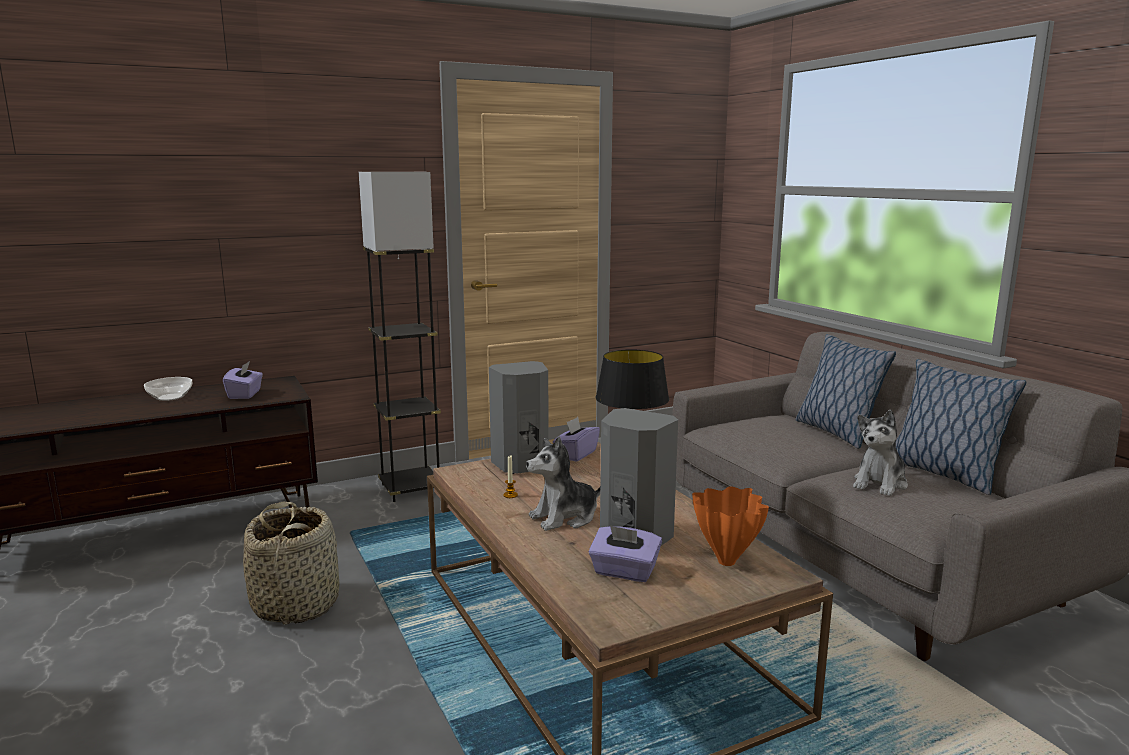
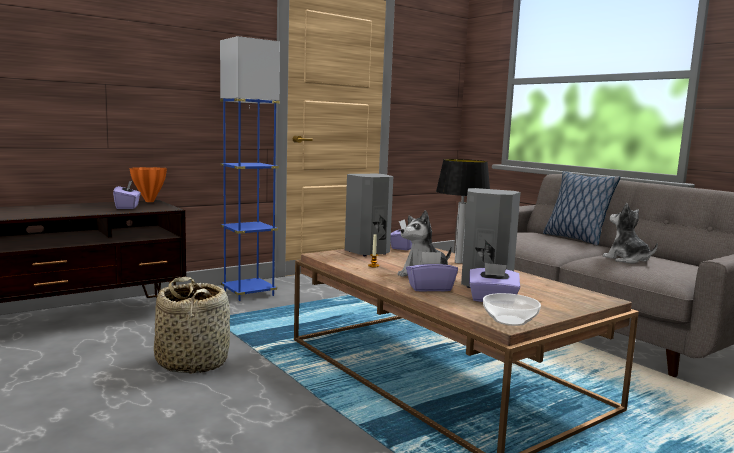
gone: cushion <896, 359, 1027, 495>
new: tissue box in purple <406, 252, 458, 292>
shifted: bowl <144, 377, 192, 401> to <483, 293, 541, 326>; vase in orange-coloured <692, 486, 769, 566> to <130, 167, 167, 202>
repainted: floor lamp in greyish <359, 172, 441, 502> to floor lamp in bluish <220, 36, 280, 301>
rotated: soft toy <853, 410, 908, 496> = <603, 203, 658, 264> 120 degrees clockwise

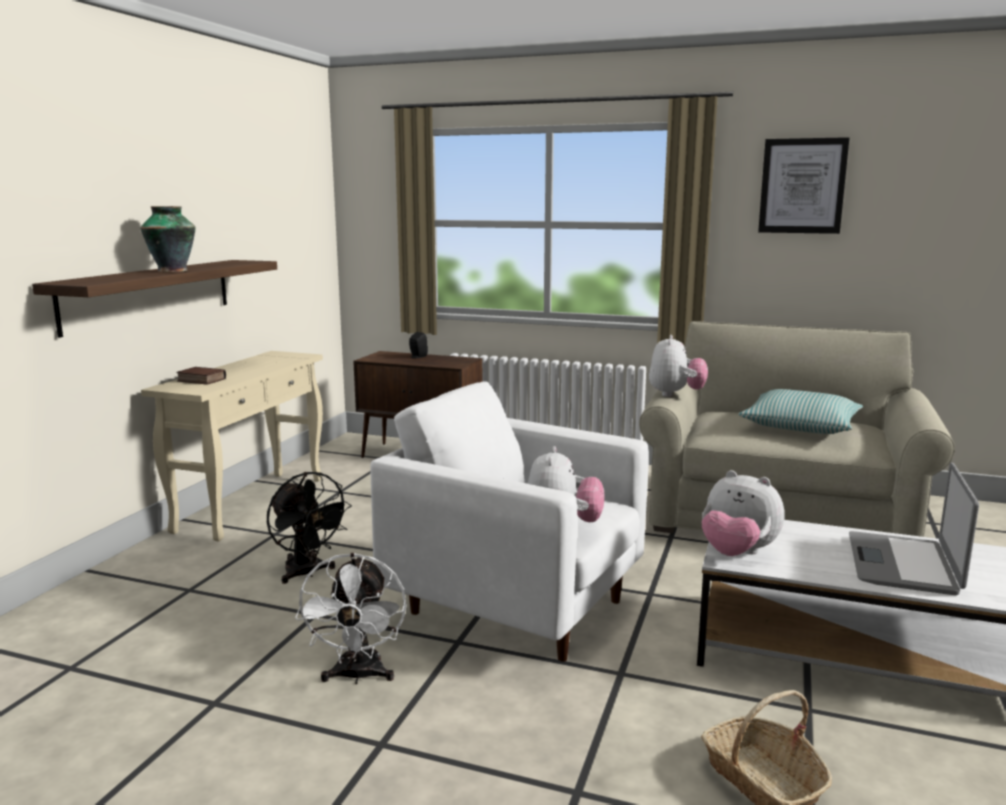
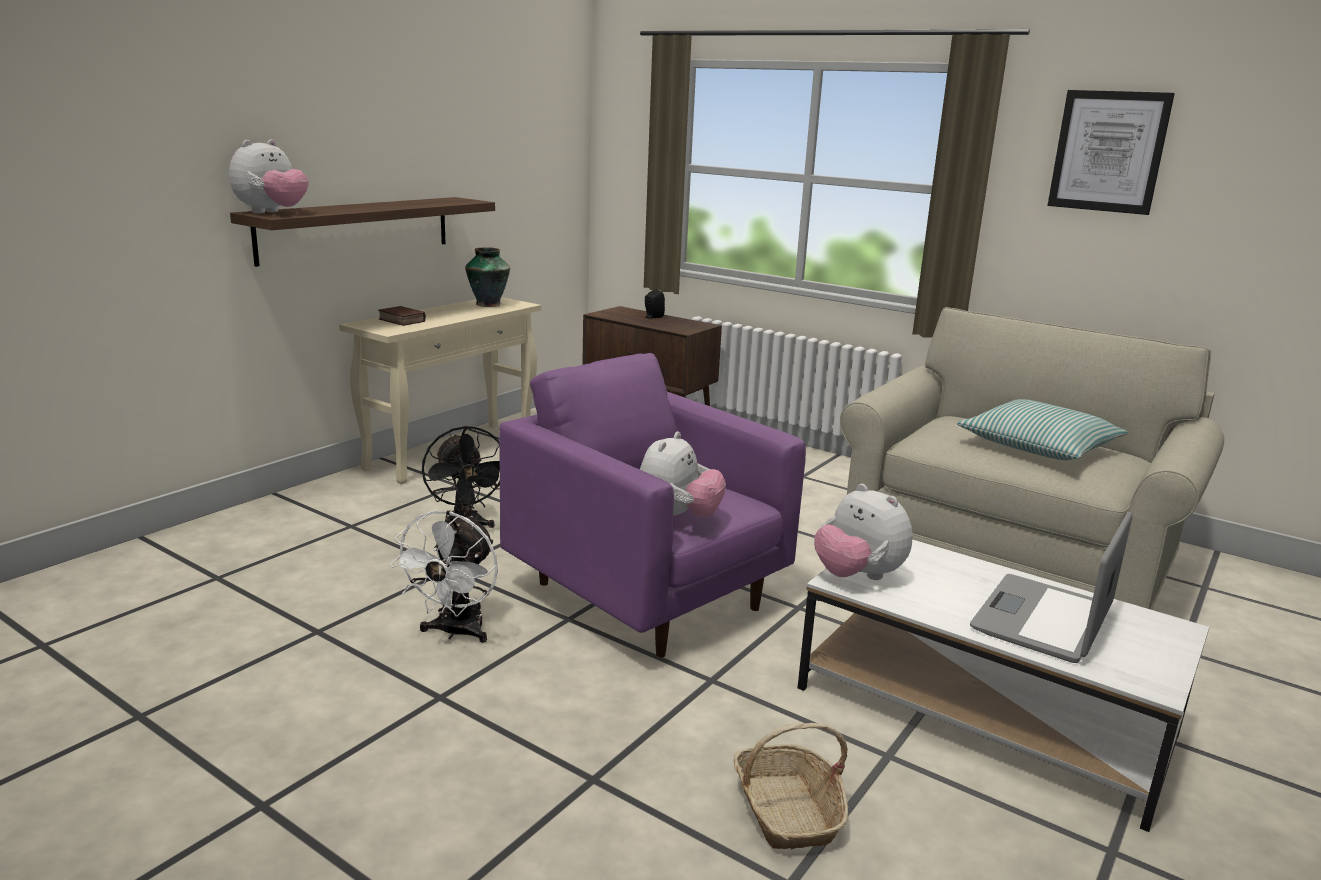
shifted: vase <141, 206, 196, 272> to <465, 247, 510, 307>; soft toy <649, 335, 708, 397> to <229, 140, 309, 213>
repainted: lounge chair in whitish <370, 381, 649, 662> to lounge chair in purple <499, 353, 806, 657>

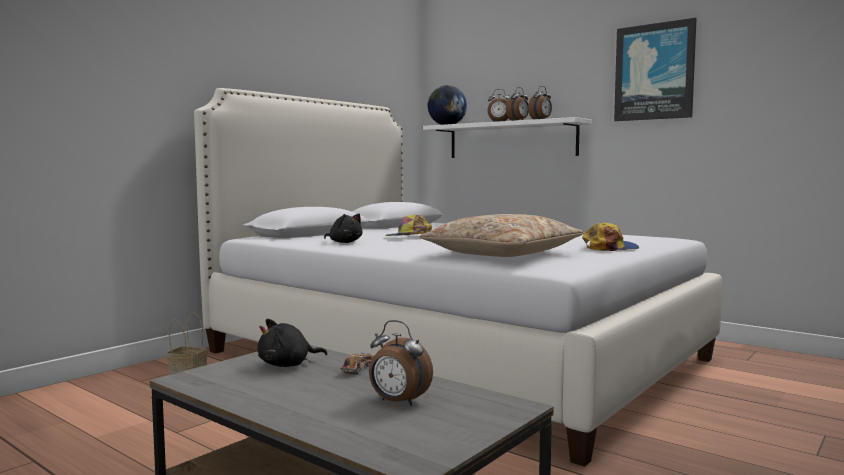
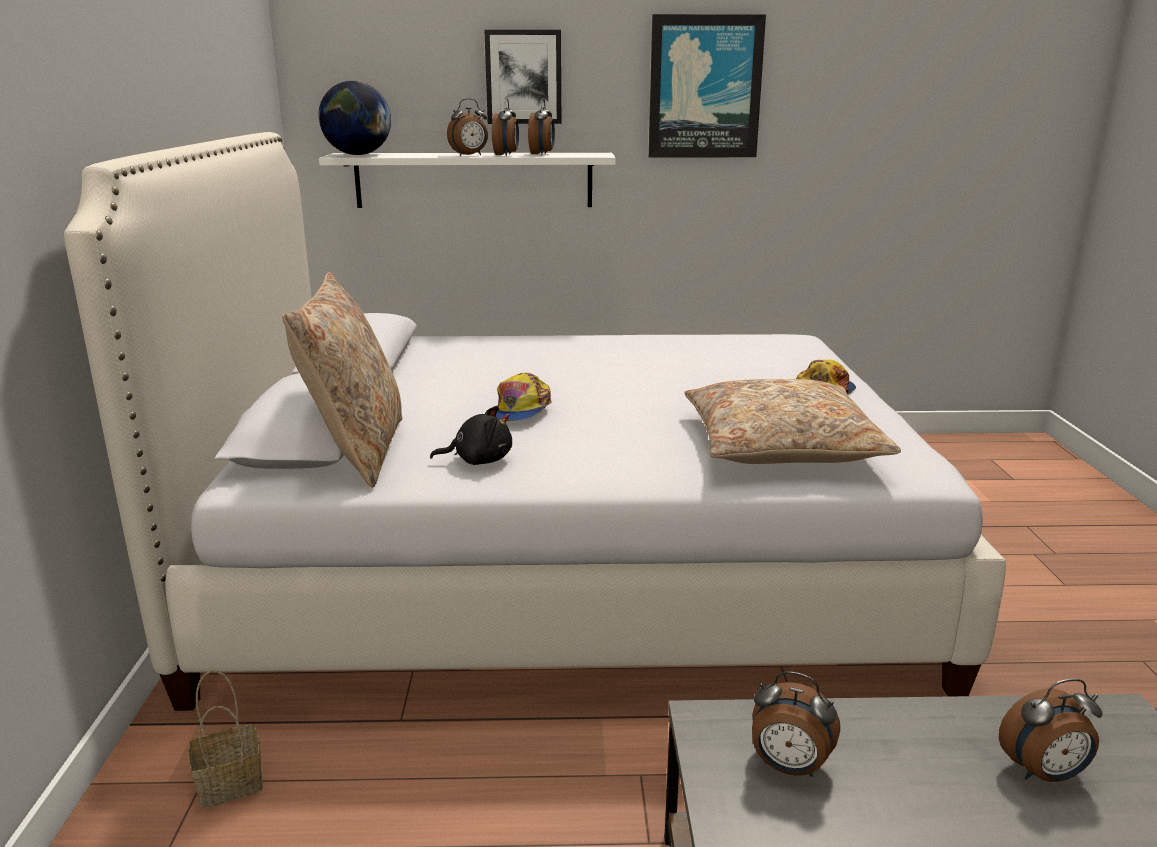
gone: toy car <340, 353, 374, 375>
new: wall art <485, 30, 561, 124>; cushion in beige <282, 272, 402, 488>
swapped: soft toy in blackish <257, 319, 327, 367> to table clock <752, 671, 840, 777>

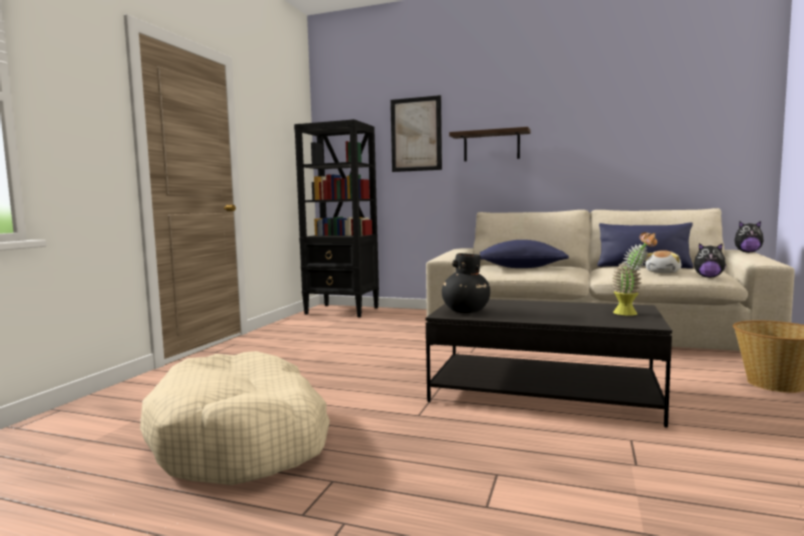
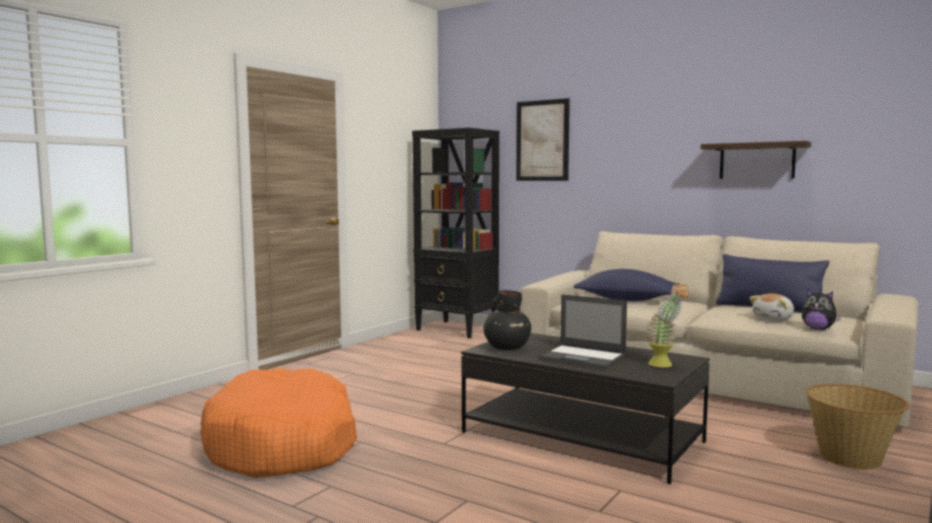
gone: soft toy <734, 221, 764, 253>
new: notebook computer <538, 295, 627, 369>
shifted: bracket shelf <449, 127, 531, 161> to <701, 141, 811, 179>
repainted: pet bed in beige <140, 351, 330, 485> to pet bed in orange-coloured <200, 368, 357, 478>

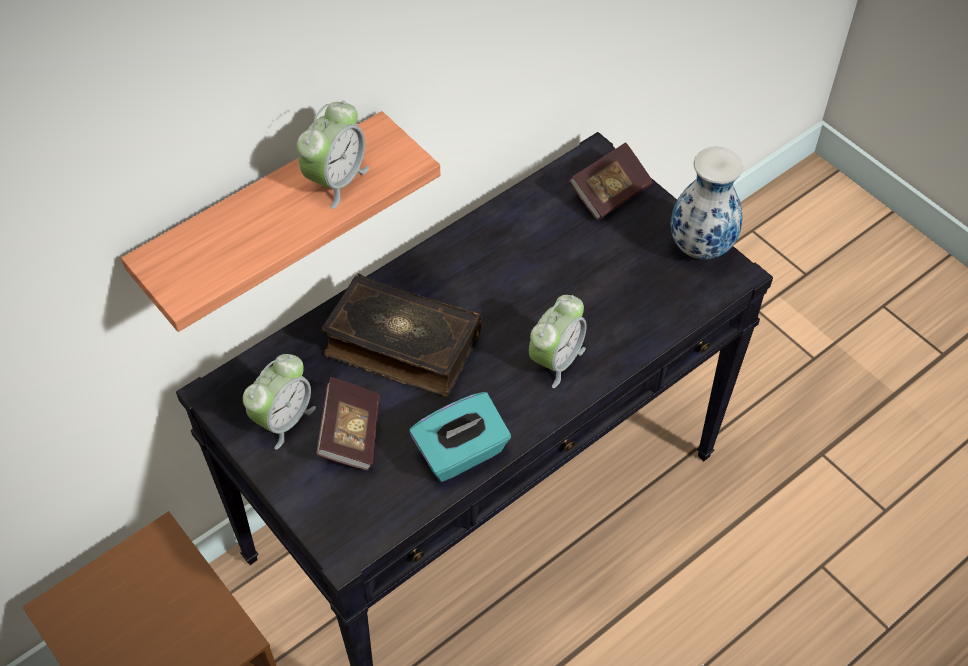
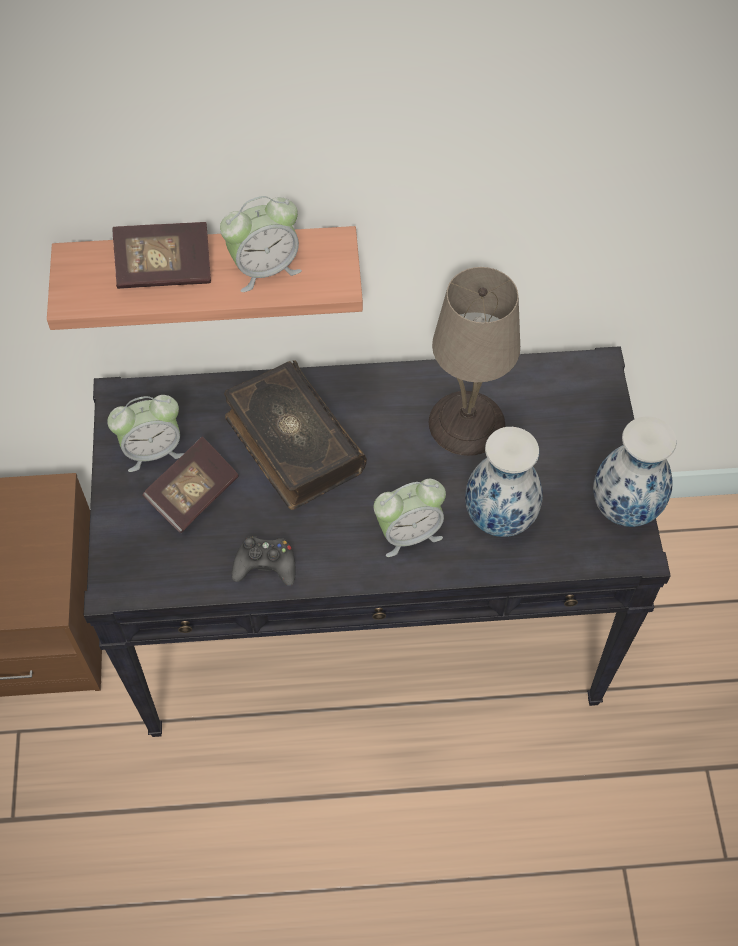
new: tabletop lamp in beige <429, 267, 520, 456>; vase <465, 427, 543, 537>
shifted: volume <569, 142, 653, 220> to <112, 222, 211, 289>
swapped: tissue box in turquoise-coloured <409, 392, 511, 482> to game controller in blackish <232, 536, 296, 586>

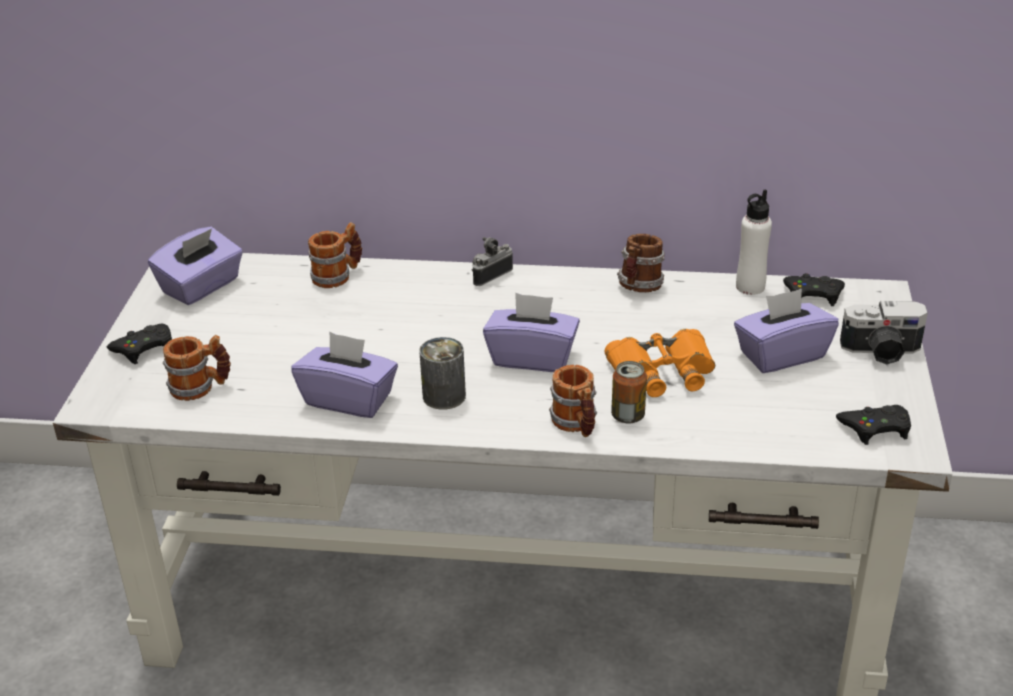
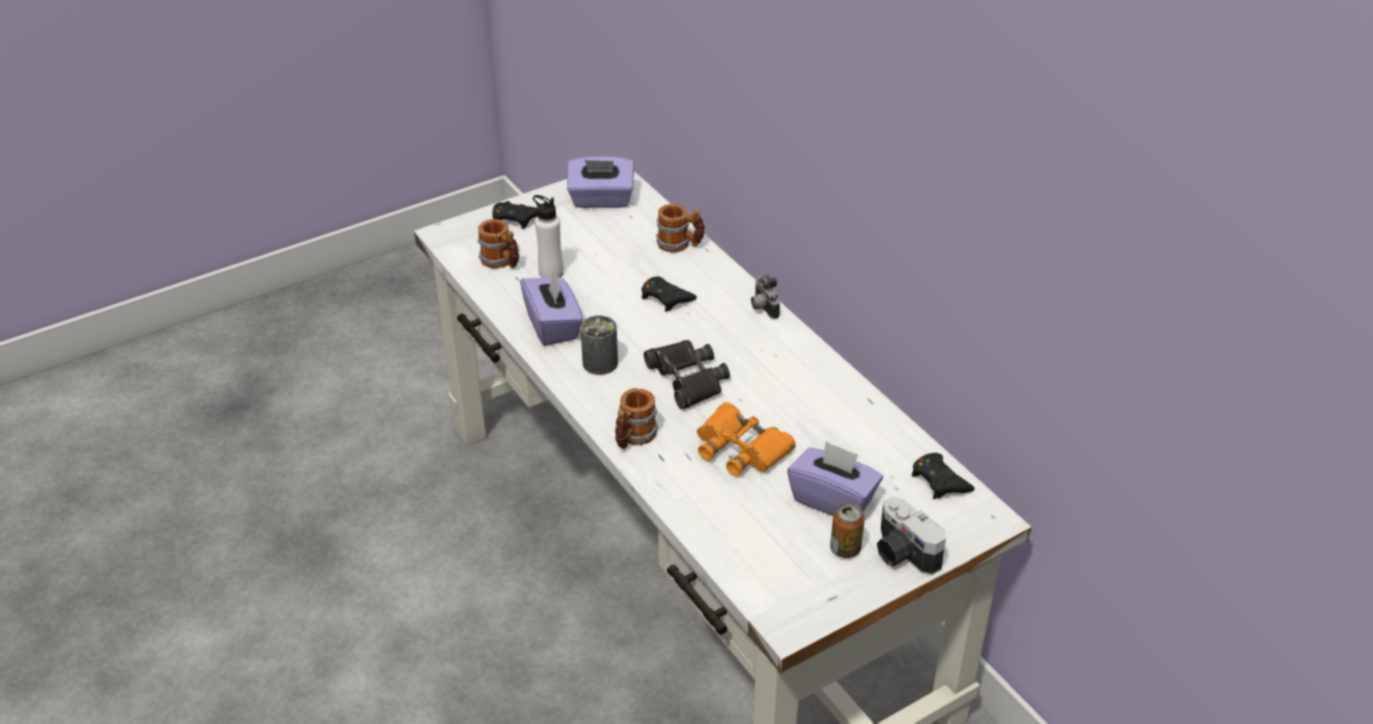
gone: tea mug <617, 234, 665, 292>
shifted: beverage bottle in whitish <736, 190, 772, 295> to <533, 195, 564, 278>; sealed can <611, 361, 647, 424> to <830, 503, 865, 558>; game controller in blackish <836, 405, 911, 445> to <642, 276, 697, 312>
swapped: tissue box in purple <483, 293, 580, 372> to pair of binoculars in blackish <644, 340, 730, 409>
rotated: photo camera <471, 237, 513, 286> = <751, 275, 780, 319> 120 degrees counterclockwise

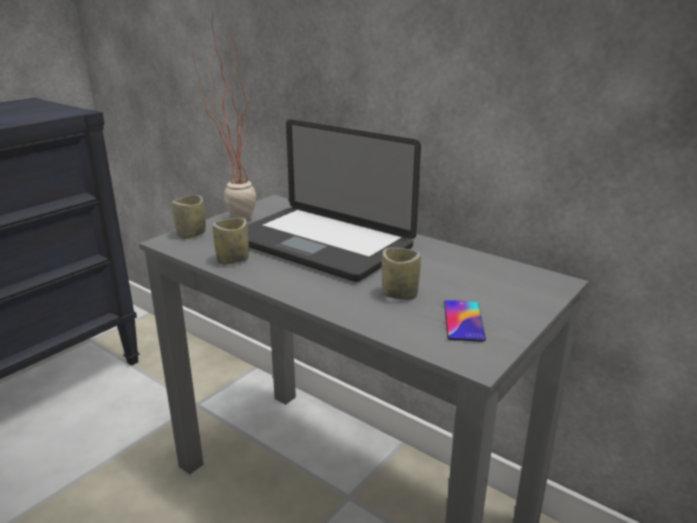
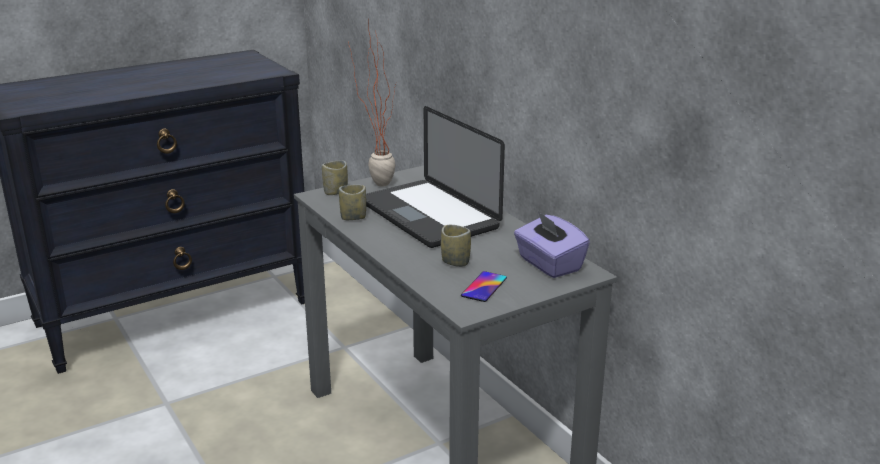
new: tissue box in purple <514, 211, 590, 278>

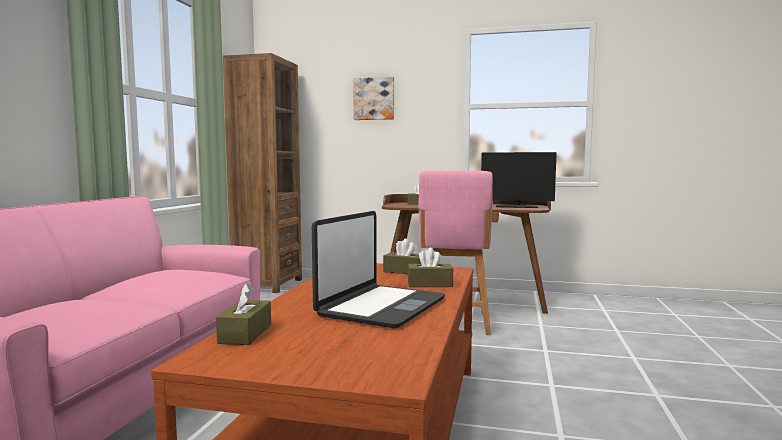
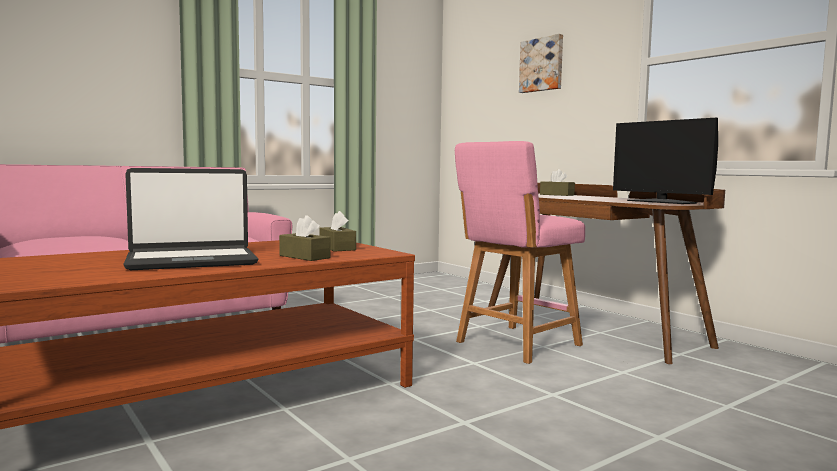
gone: shelving unit in brown <223, 53, 302, 293>; tissue box in brown <216, 283, 271, 345>

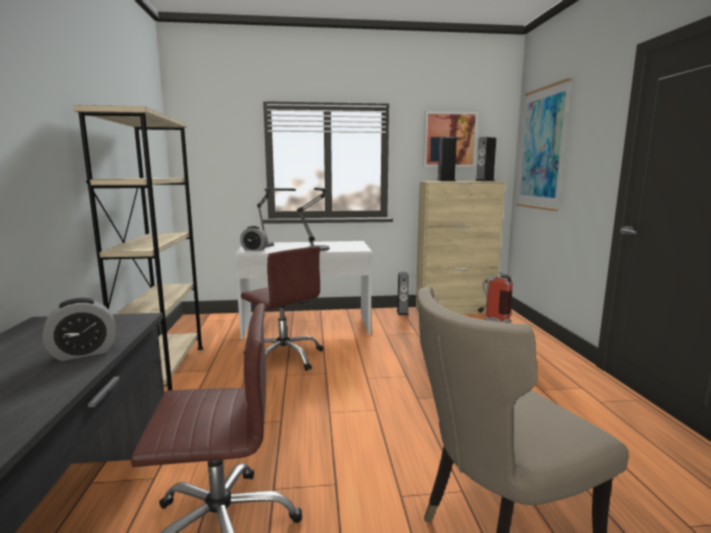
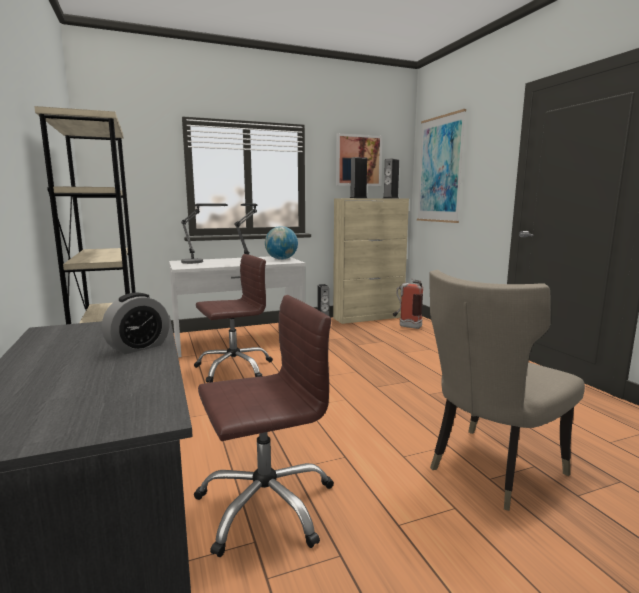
gone: table clock <240, 226, 268, 251>
new: desk globe <265, 226, 298, 260>
rotated: computer chair in brown <241, 246, 323, 371> = <194, 254, 273, 383> 60 degrees counterclockwise

